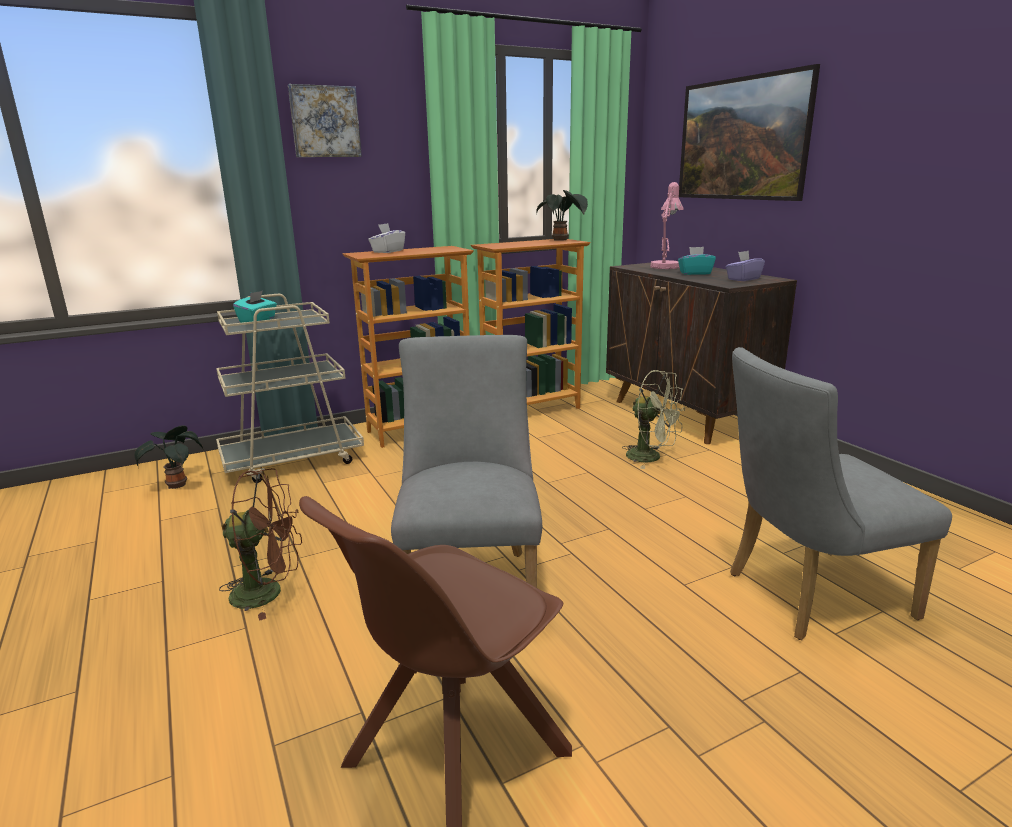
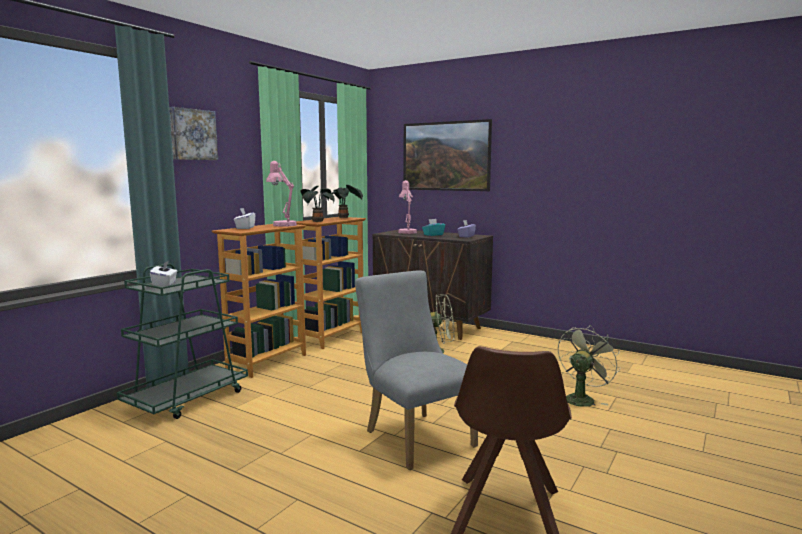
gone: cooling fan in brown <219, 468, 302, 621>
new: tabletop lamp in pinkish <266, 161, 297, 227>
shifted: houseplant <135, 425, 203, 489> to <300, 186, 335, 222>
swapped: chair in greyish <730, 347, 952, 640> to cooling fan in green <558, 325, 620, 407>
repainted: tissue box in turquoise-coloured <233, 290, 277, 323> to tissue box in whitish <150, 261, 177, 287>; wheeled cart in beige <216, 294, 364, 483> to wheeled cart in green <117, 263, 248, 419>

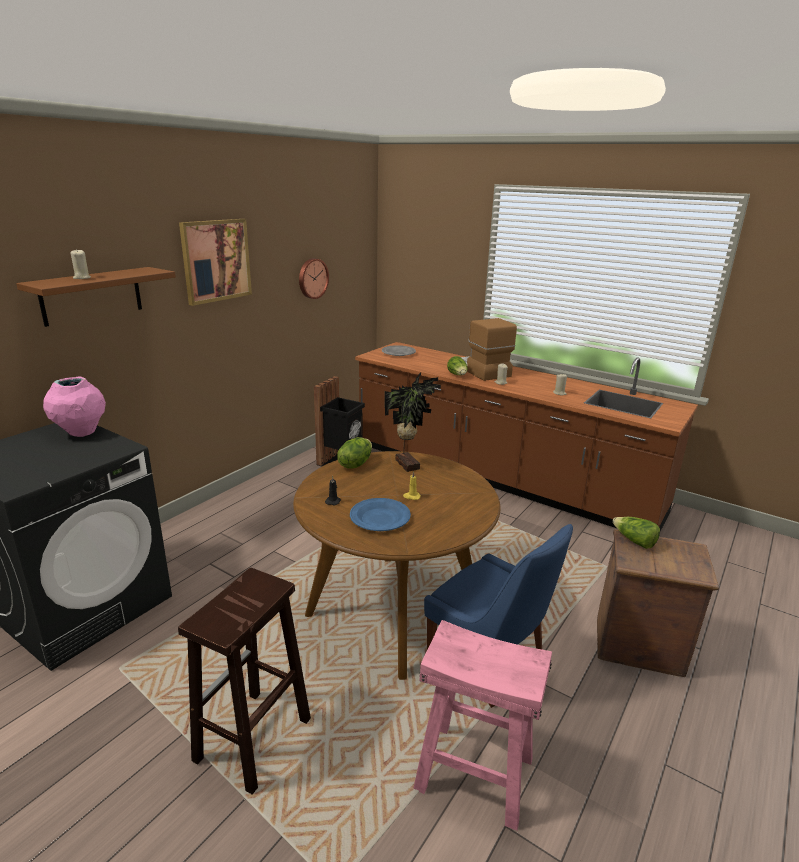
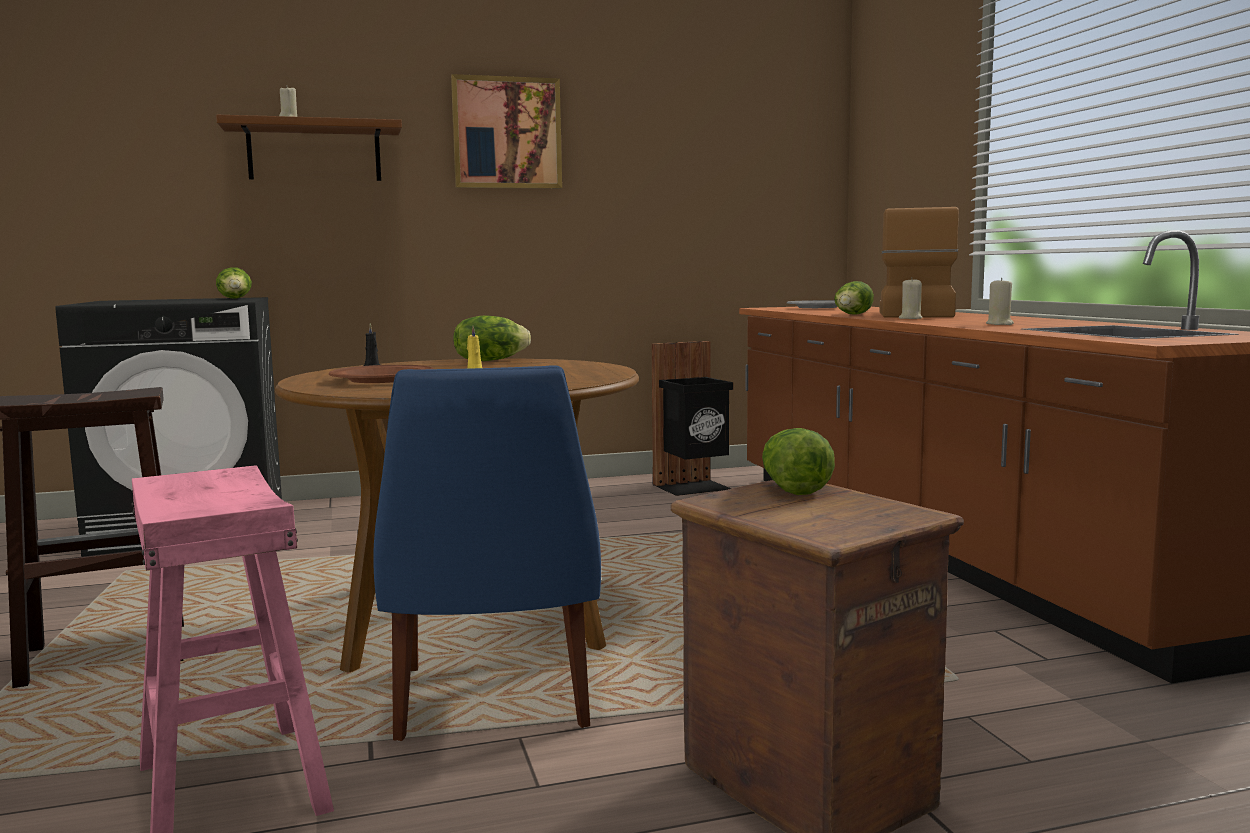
gone: hanging clock <299, 258, 329, 299>; houseplant <384, 373, 441, 472>
swapped: vase in pinkish <43, 377, 106, 437> to lettuce <216, 267, 252, 299>
repainted: plate in bluish <350, 498, 411, 531> to plate in brown <329, 365, 434, 383>

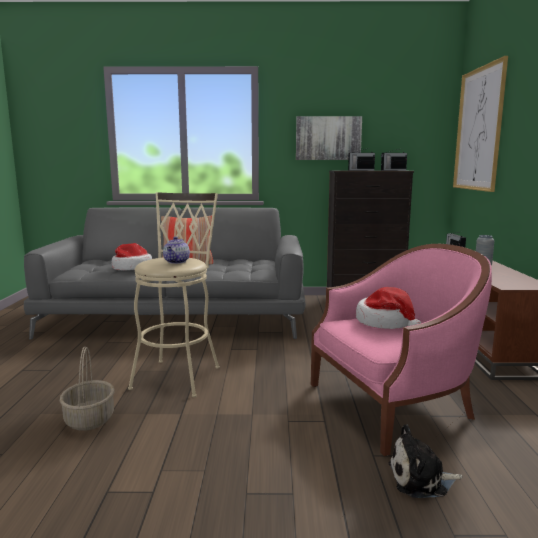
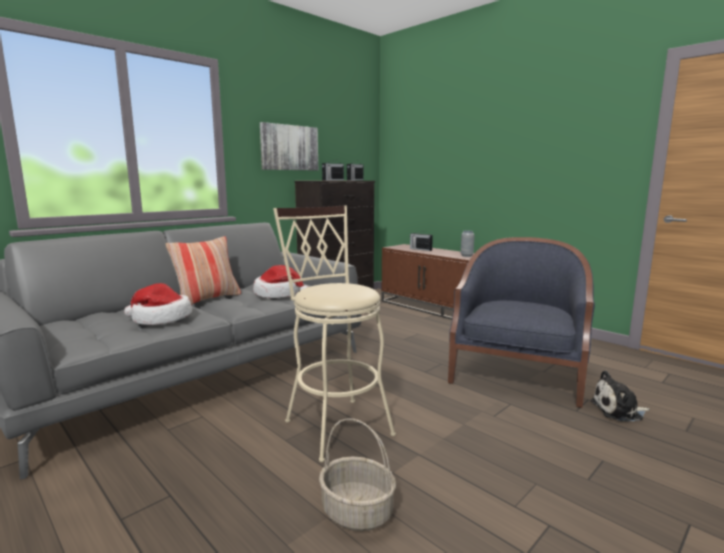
gone: wall art <453, 56, 508, 192>; tea pot <163, 236, 190, 264>
shifted: wearable hat <356, 287, 421, 329> to <253, 265, 309, 298>
repainted: lounge chair in pinkish <311, 244, 492, 456> to lounge chair in bluish <448, 237, 595, 408>
rotated: soft toy <388, 425, 462, 498> = <590, 371, 650, 421> 45 degrees clockwise

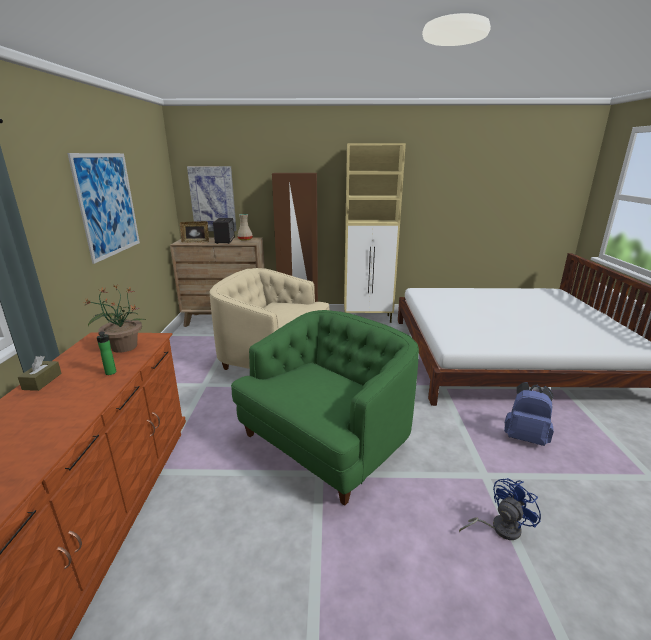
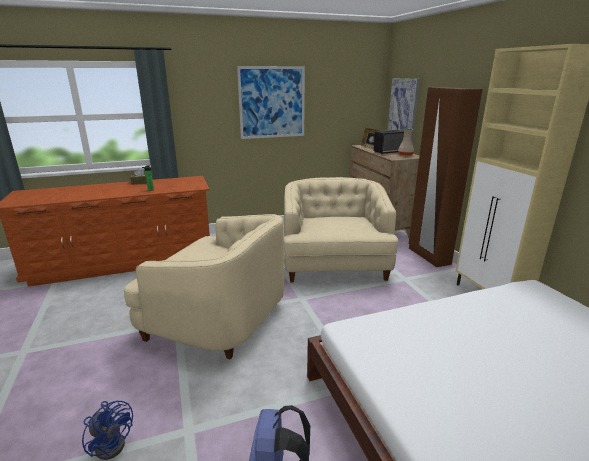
gone: houseplant <83, 285, 145, 353>
repainted: lounge chair in green <231, 310, 419, 506> to lounge chair in beige <123, 214, 284, 360>

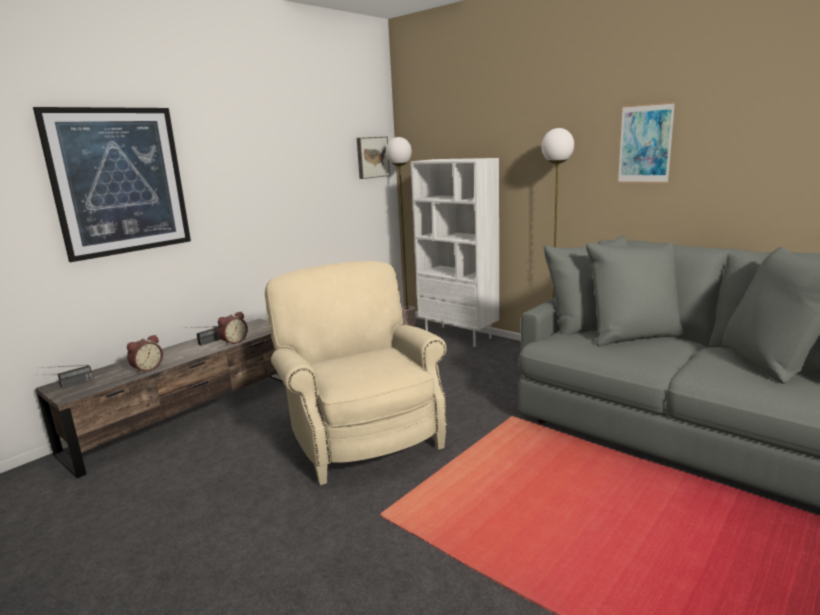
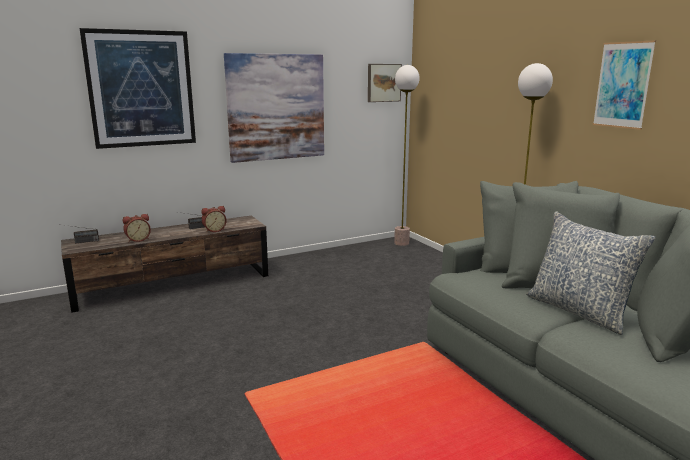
gone: shelving unit in whitish <411, 158, 499, 347>; lounge chair in beige <265, 261, 447, 485>
new: wall art <224, 53, 324, 163>; cushion <526, 211, 656, 335>

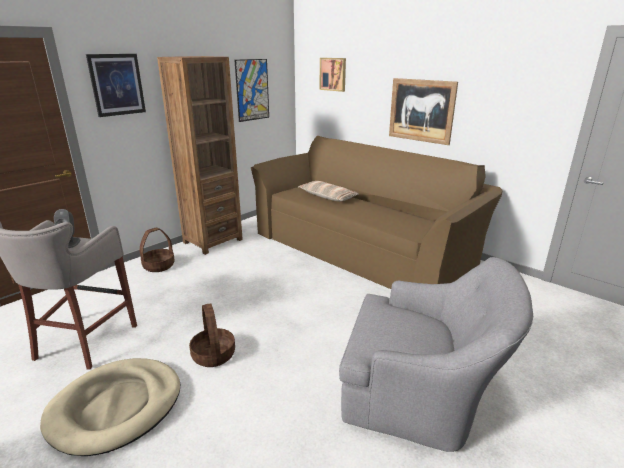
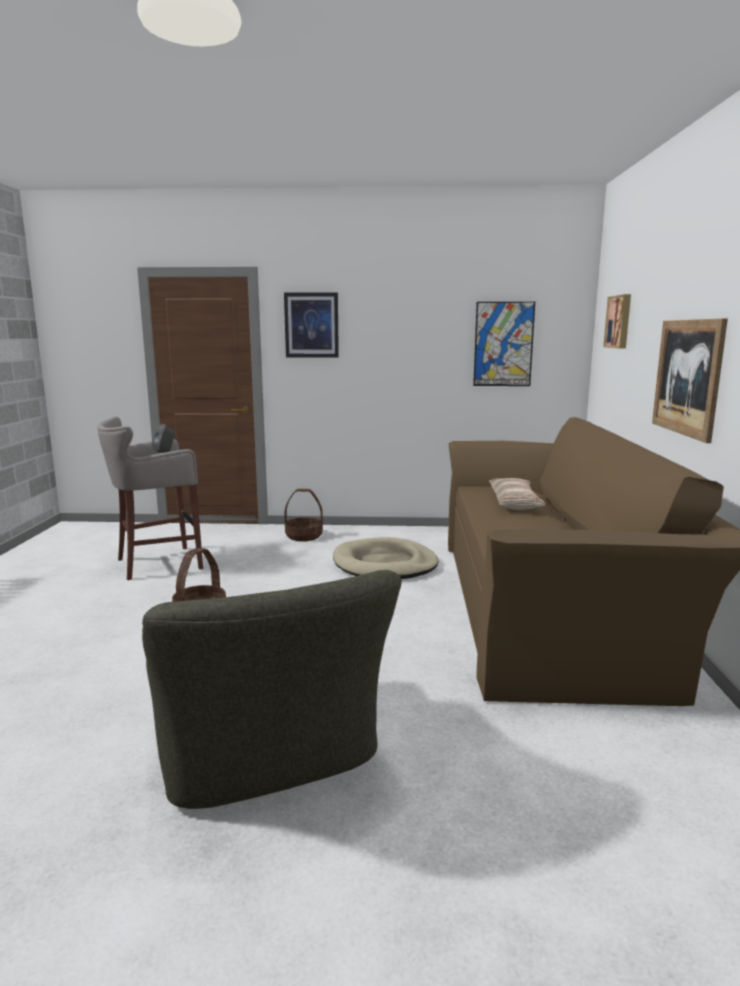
gone: shelving unit in brown <157, 56, 243, 255>
shifted: pet bed in beige <40, 358, 180, 456> to <333, 537, 438, 579>
repainted: lounge chair in greyish <339, 257, 533, 452> to lounge chair in green <142, 570, 402, 809>

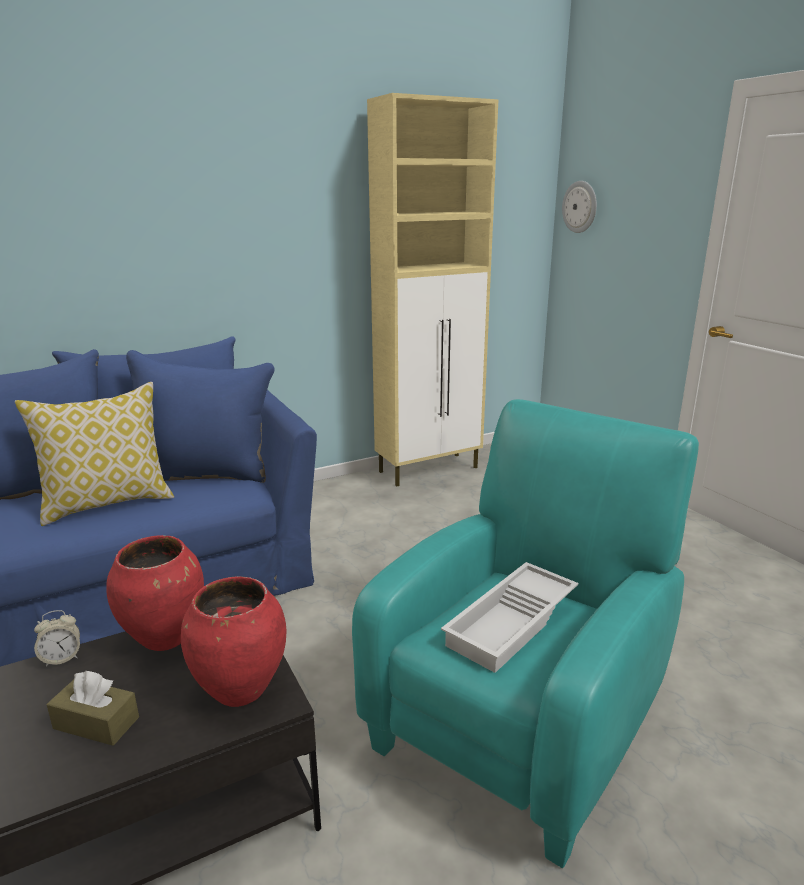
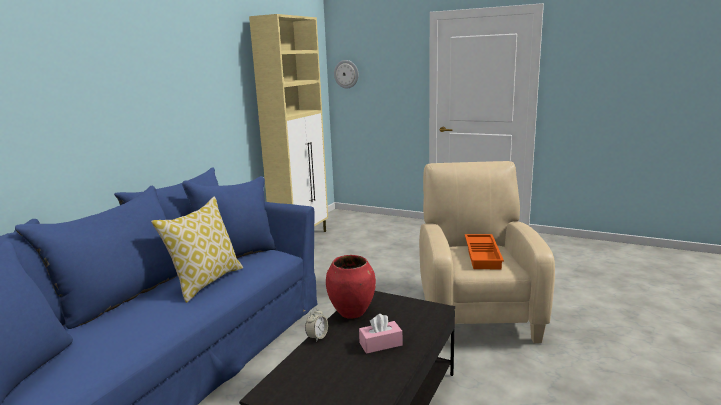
gone: vase in reddish <181, 576, 286, 707>
repainted: lounge chair in turquoise-coloured <352, 399, 699, 868> to lounge chair in beige <419, 161, 555, 343>; serving tray in whitish <441, 562, 578, 673> to serving tray in orange-coloured <465, 234, 504, 269>; tissue box in brown <47, 671, 139, 746> to tissue box in pinkish <359, 314, 403, 354>

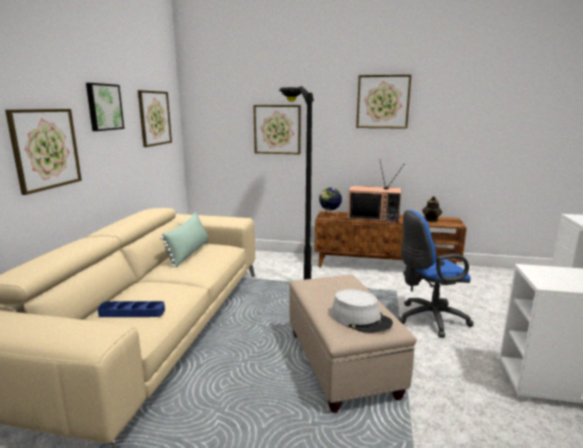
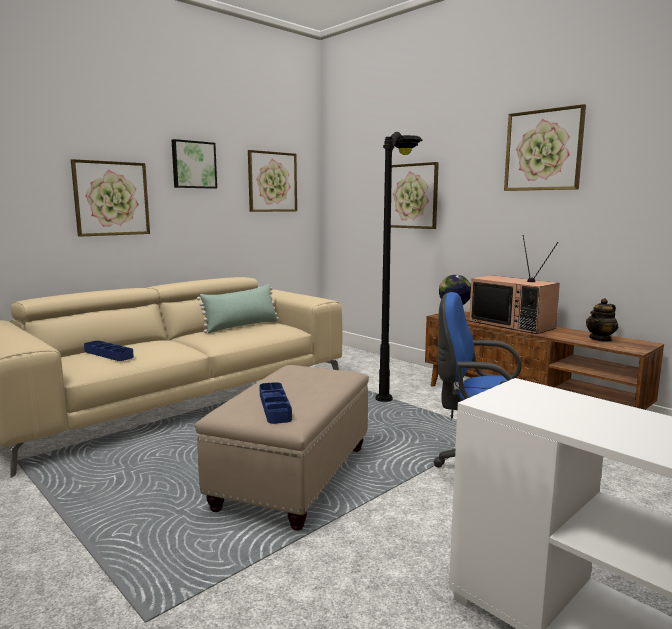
swapped: wearable hat in greyish <331, 289, 393, 333> to serving tray in bluish <259, 382, 292, 424>

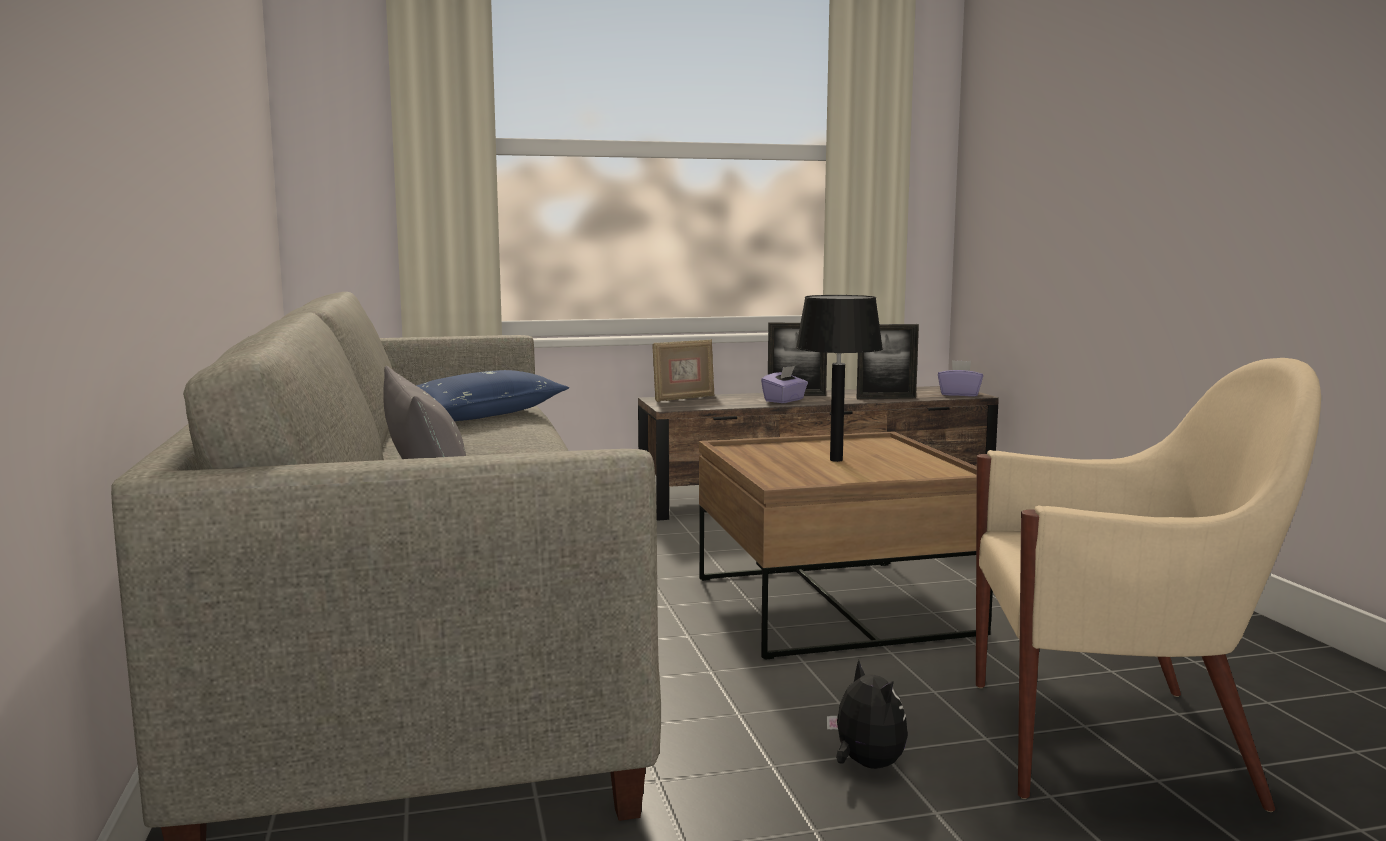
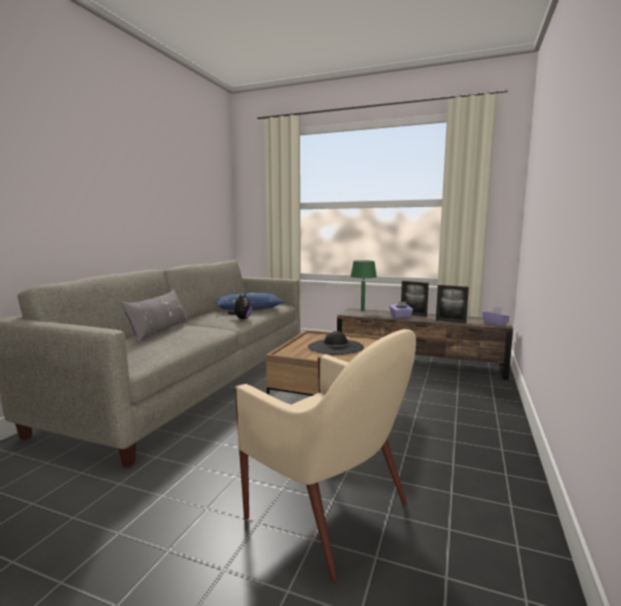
shifted: soft toy <827, 660, 908, 769> to <228, 292, 252, 319>
swapped: tabletop lamp in blackish <795, 295, 883, 462> to wearable hat in blackish <308, 331, 364, 355>; standing frame <652, 339, 715, 402> to tabletop lamp in green <350, 260, 377, 311>

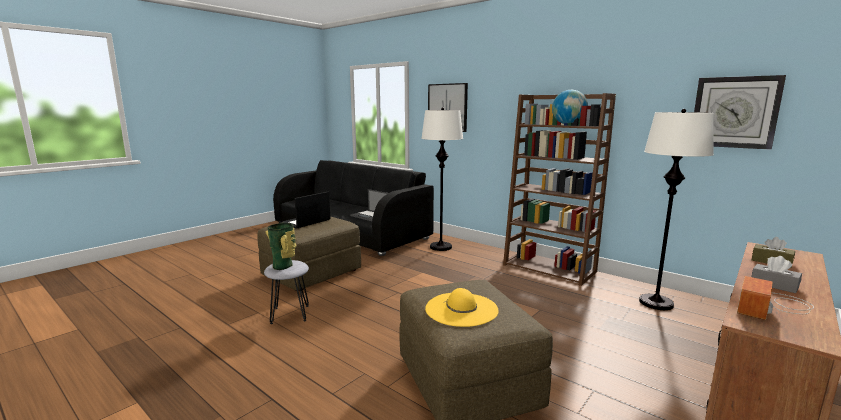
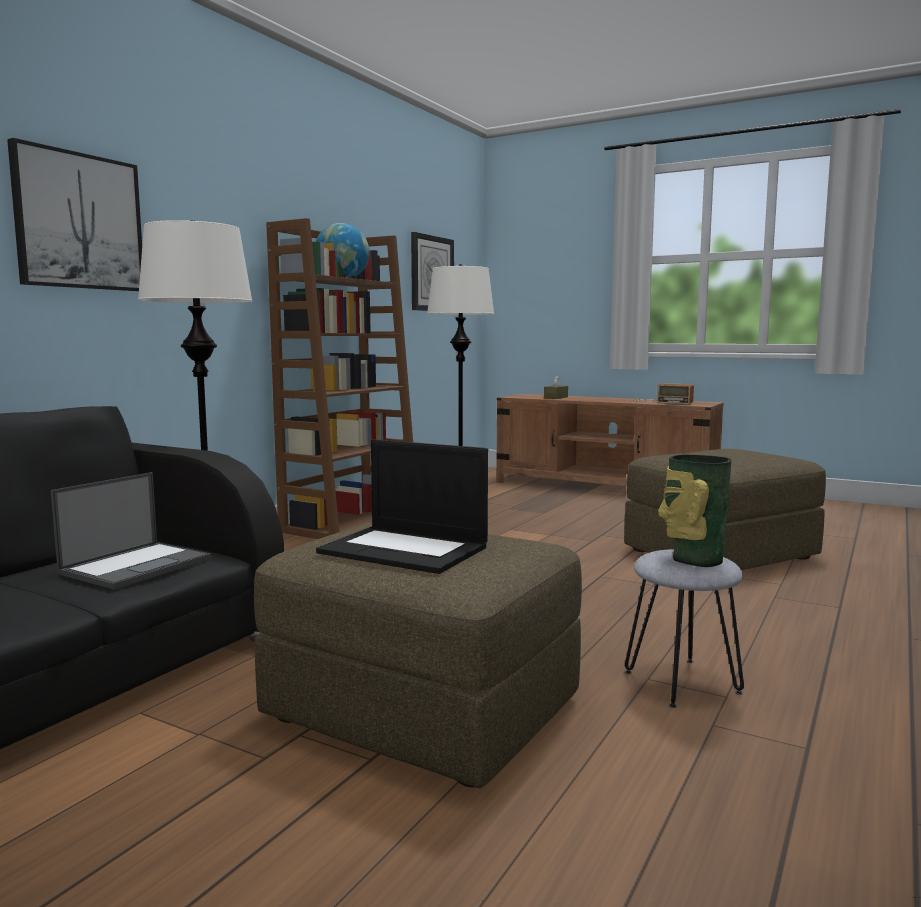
gone: tissue box in greyish <752, 256, 802, 293>; wearable hat in yellow <425, 288, 499, 327>

